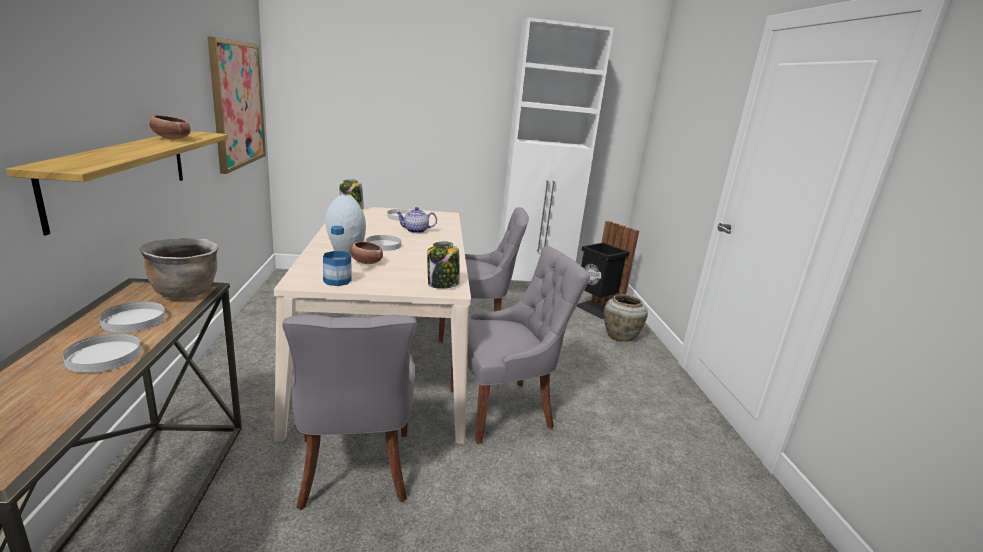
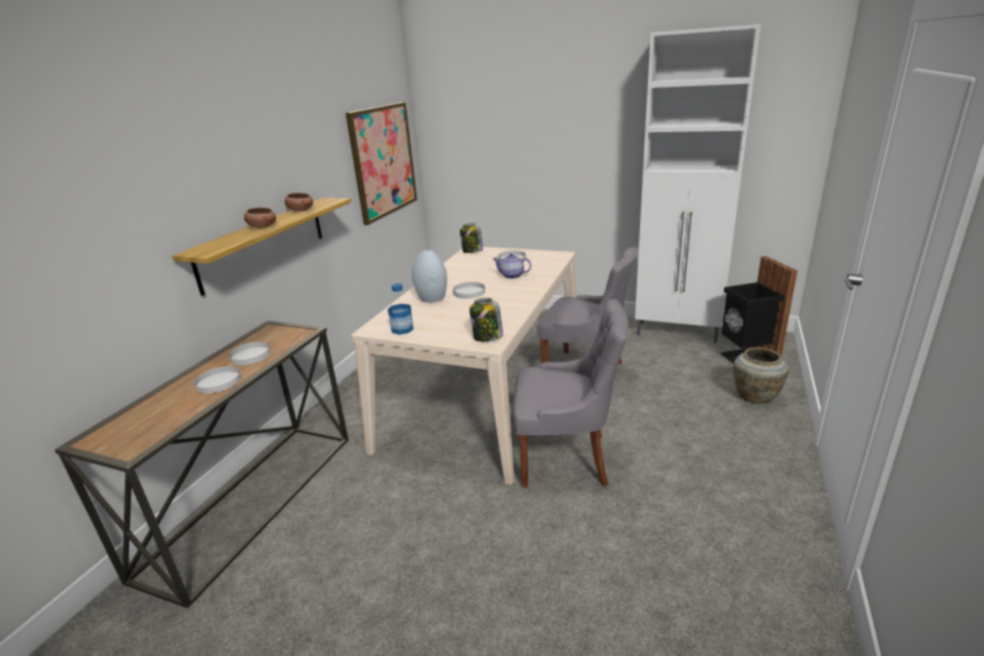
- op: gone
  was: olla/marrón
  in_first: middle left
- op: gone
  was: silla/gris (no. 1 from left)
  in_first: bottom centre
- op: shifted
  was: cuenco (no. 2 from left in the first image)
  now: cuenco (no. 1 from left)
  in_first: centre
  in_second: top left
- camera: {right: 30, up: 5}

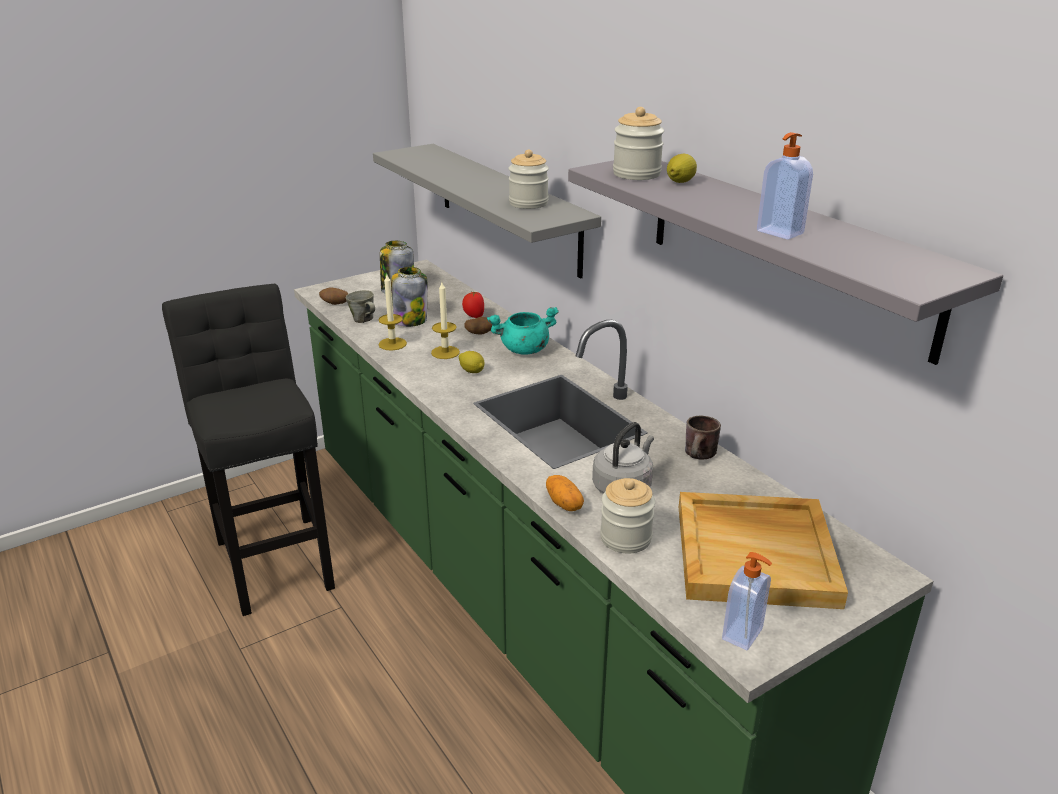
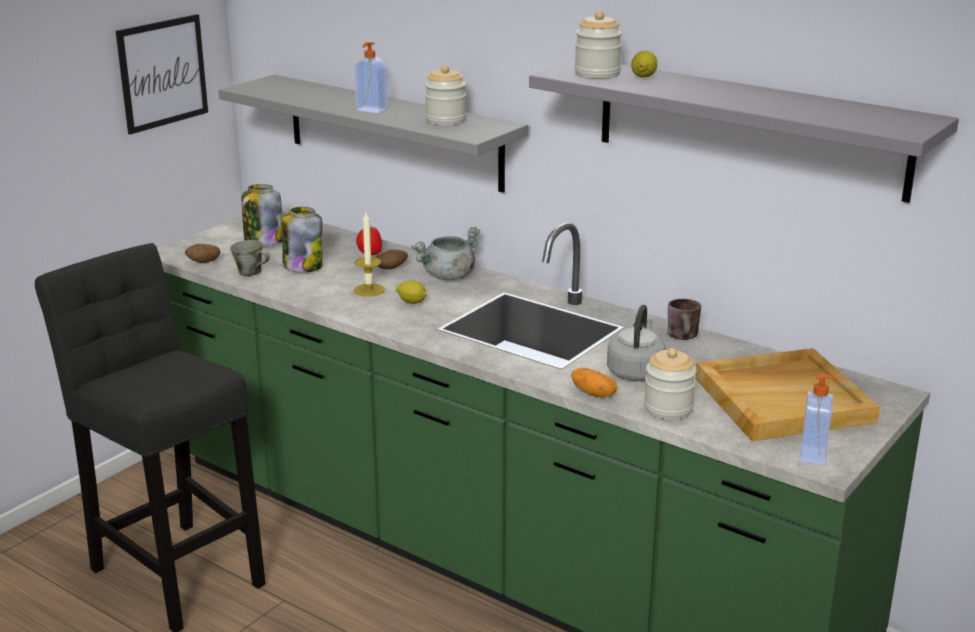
- op: gone
  was: vela (no. 1 from left)
  in_first: centre
- op: repainted
  was: olla/turquesa
  now: olla/gris
  in_first: centre
  in_second: centre
- op: shifted
  was: dispensador de jabón (no. 2 from left in the first image)
  now: dispensador de jabón (no. 1 from left)
  in_first: top right
  in_second: top centre
- op: new
  now: cuadro
  in_second: top left
- camera: {right: -20, up: -5}

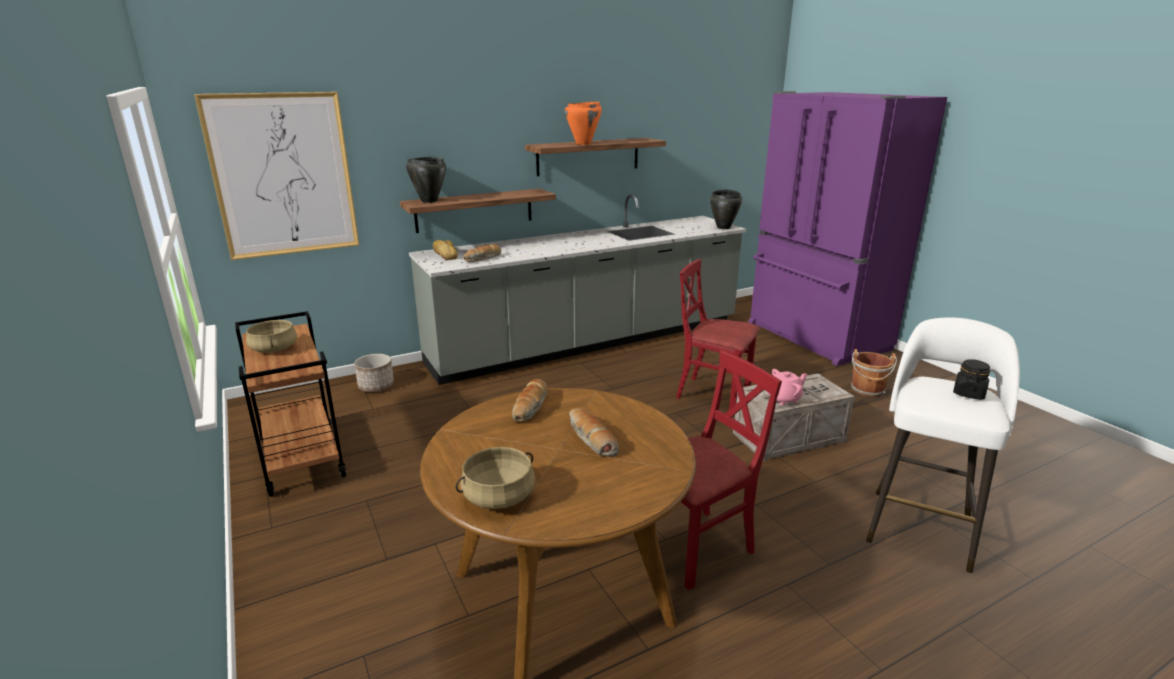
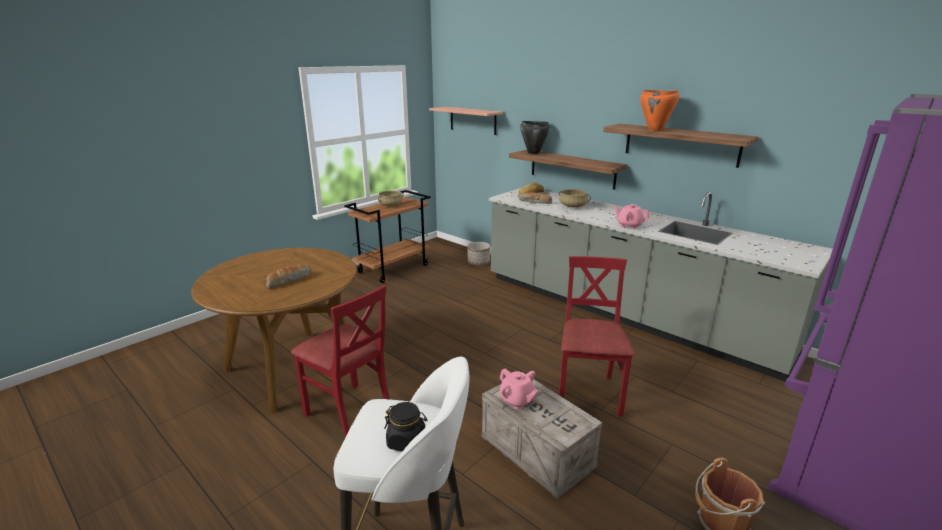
- op: swapped
  was: cuadro
  now: estante (no. 1 from left)
  in_first: top left
  in_second: top centre
- op: shifted
  was: olla/beis (no. 2 from left)
  in_first: bottom centre
  in_second: centre
- op: gone
  was: pan (no. 3 from left)
  in_first: centre
- op: gone
  was: olla/negro (no. 2 from left)
  in_first: top centre
- op: new
  now: tetera/rosa (no. 2 from left)
  in_second: middle right
- camera: {right: 70, up: 0}

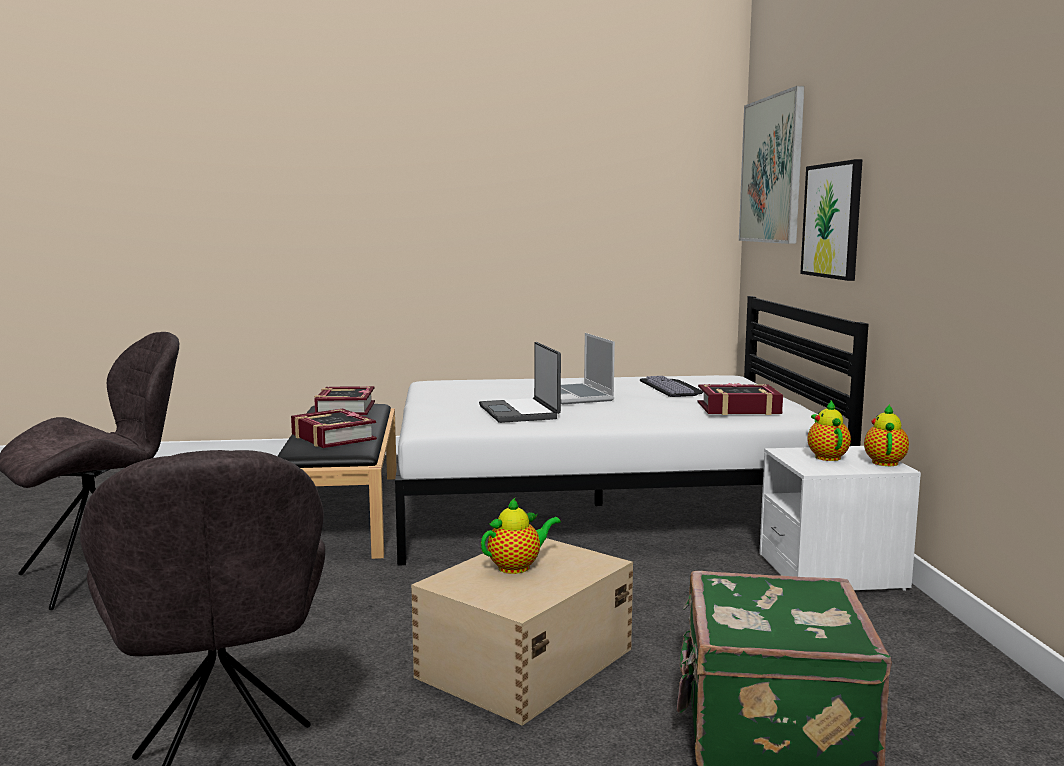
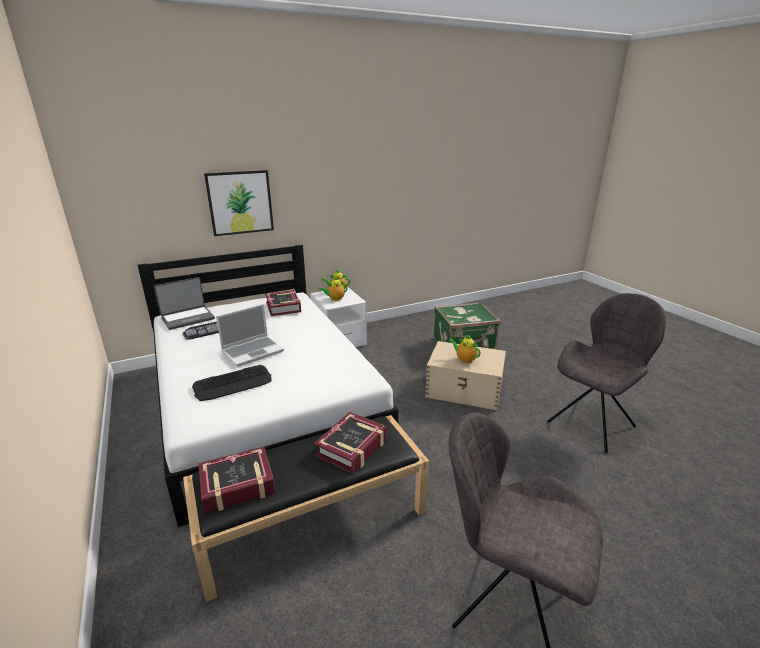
- op: shifted
  was: portátil (no. 1 from left)
  in_first: centre
  in_second: middle left
- op: gone
  was: cuadro (no. 1 from left)
  in_first: top right
- op: new
  now: teclado (no. 2 from left)
  in_second: middle left
- camera: {right: -110, up: 15}

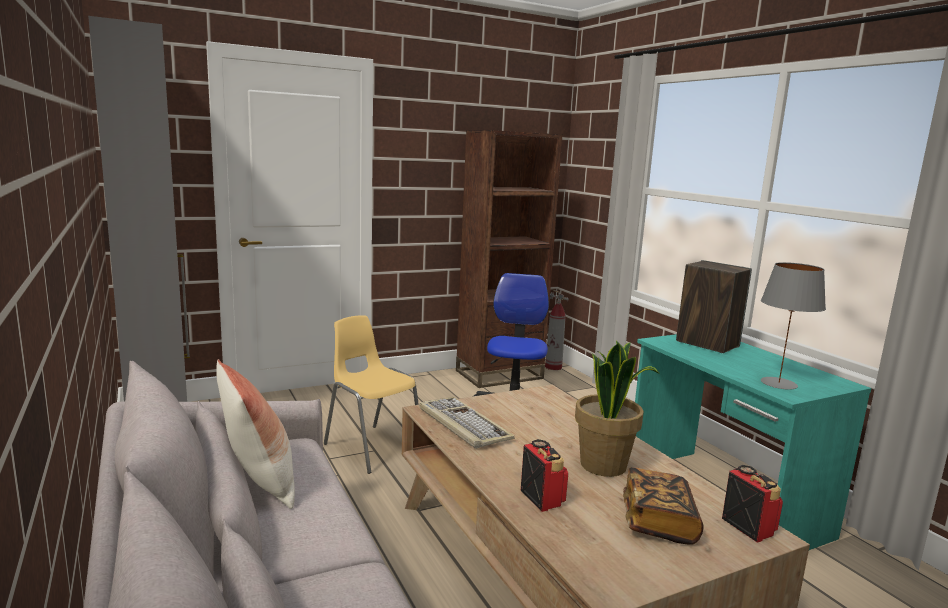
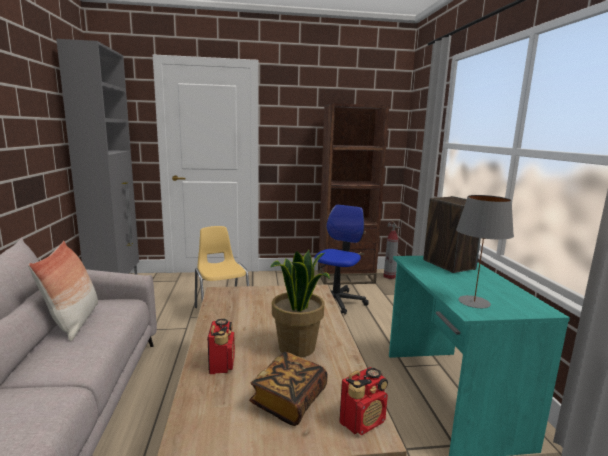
- op: gone
  was: teclado
  in_first: bottom centre
- op: rotated
  was: radio (no. 2 from left)
  in_first: bottom right
  in_second: bottom centre
  clockwise: 60
- camera: {right: 20, up: 0}

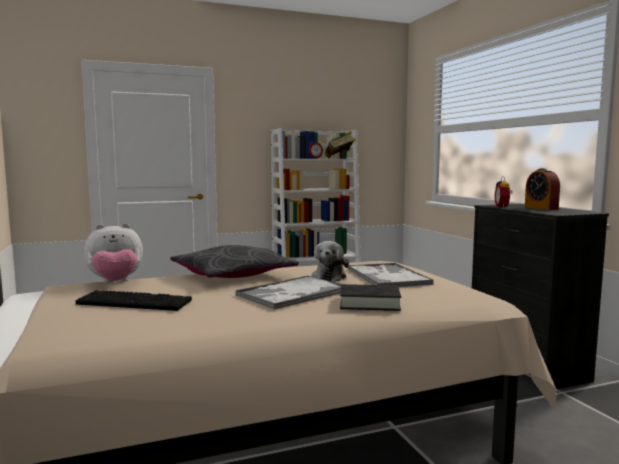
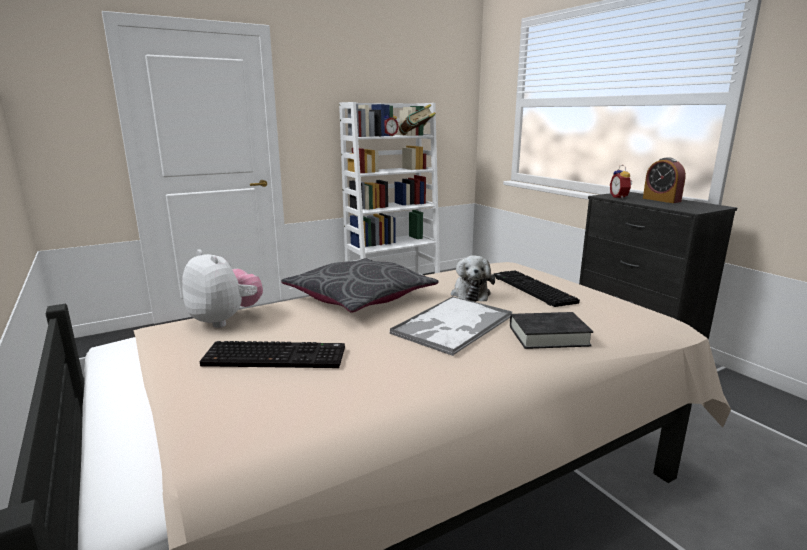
- op: rotated
  was: peluche (no. 1 from left)
  in_first: middle left
  in_second: middle left
  clockwise: -105
- op: swapped
  was: bandeja (no. 2 from left)
  now: teclado (no. 2 from left)
  in_first: centre
  in_second: centre
- camera: {right: -10, up: 10}

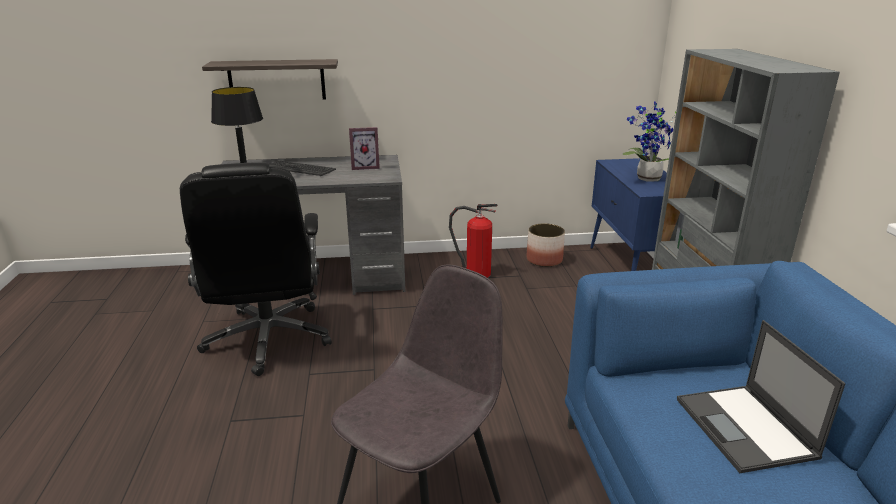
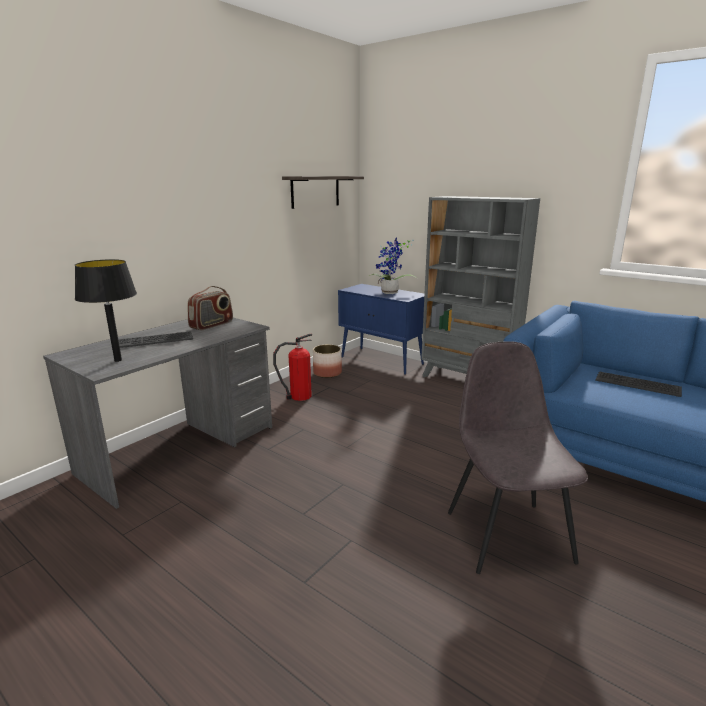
- op: gone
  was: silla de oficina/negro
  in_first: middle left
- op: shifted
  was: estante
  in_first: top left
  in_second: top centre
- op: swapped
  was: portarretratos
  now: radio
  in_first: top centre
  in_second: middle left
- op: swapped
  was: portátil
  now: teclado (no. 2 from left)
  in_first: bottom right
  in_second: middle right
- camera: {right: -45, up: -5}

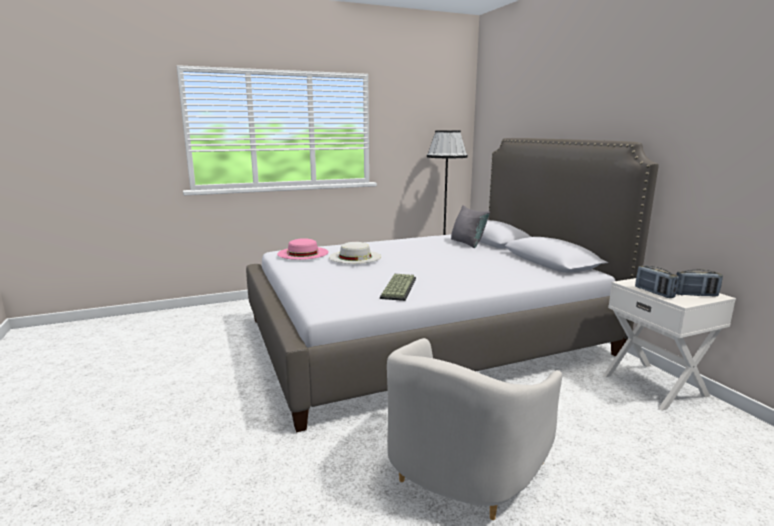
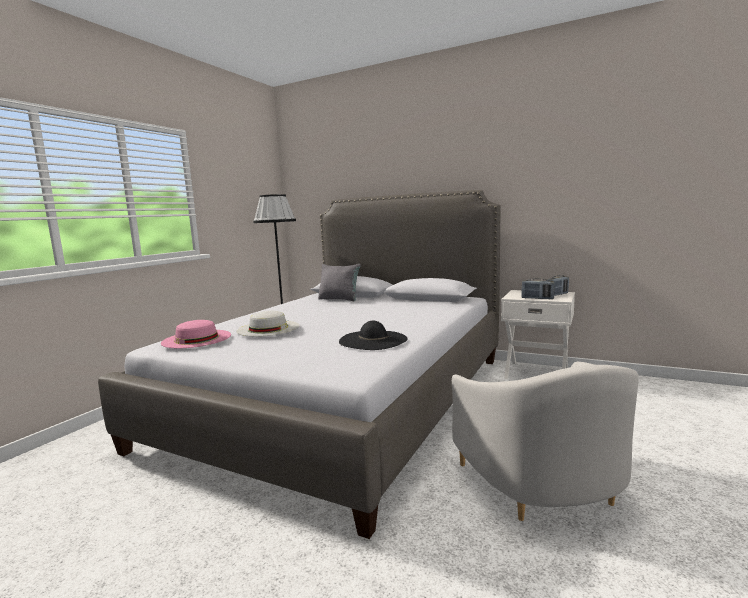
- op: swapped
  was: teclado
  now: sombrero/negro
  in_first: centre
  in_second: centre
- camera: {right: -40, up: -5}

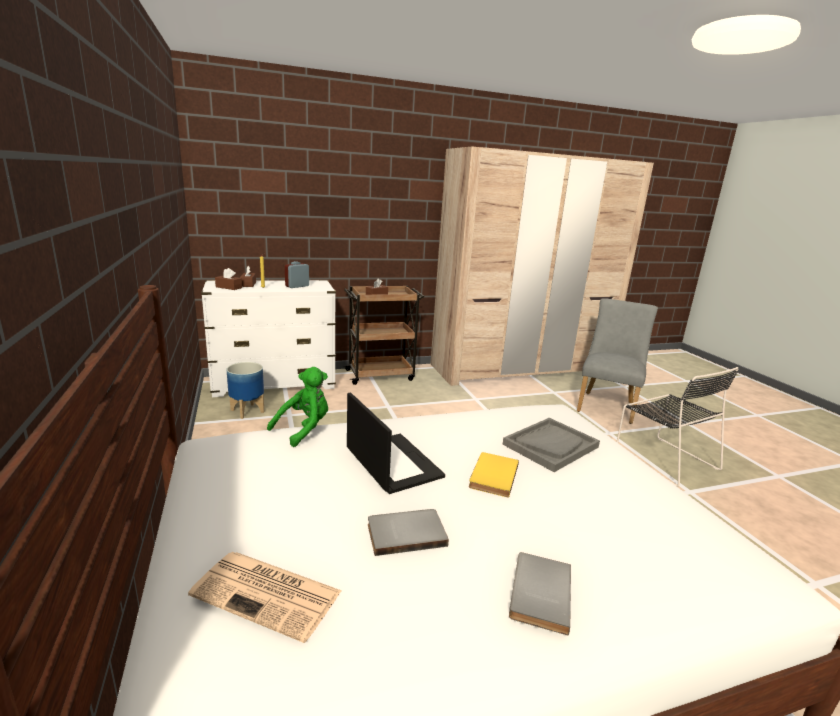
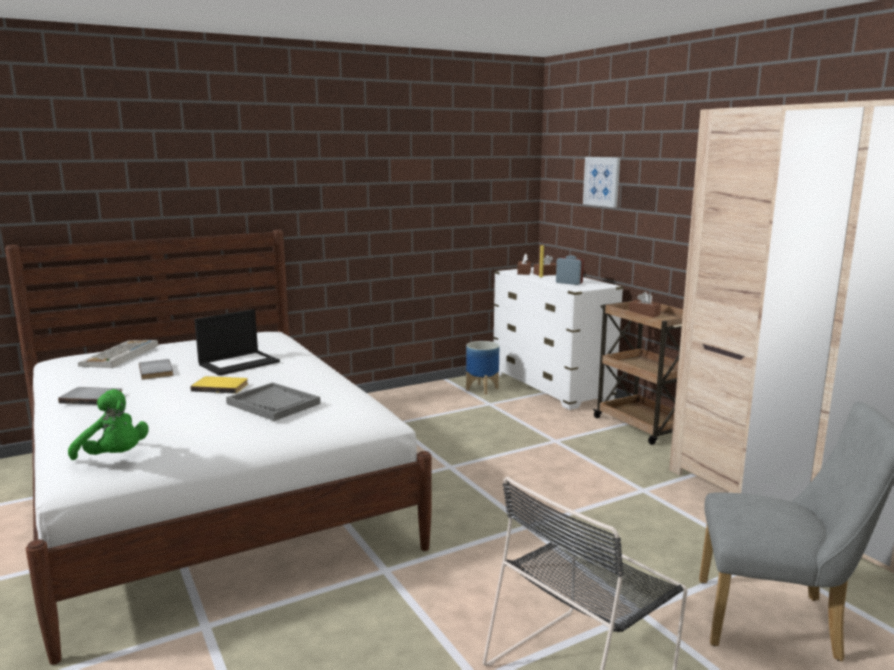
- op: swapped
  was: periódico
  now: teclado
  in_first: bottom left
  in_second: middle left
- op: shifted
  was: peluche/verde
  in_first: centre
  in_second: middle left
- op: new
  now: cuadro
  in_second: top right
- camera: {right: 80, up: -5}

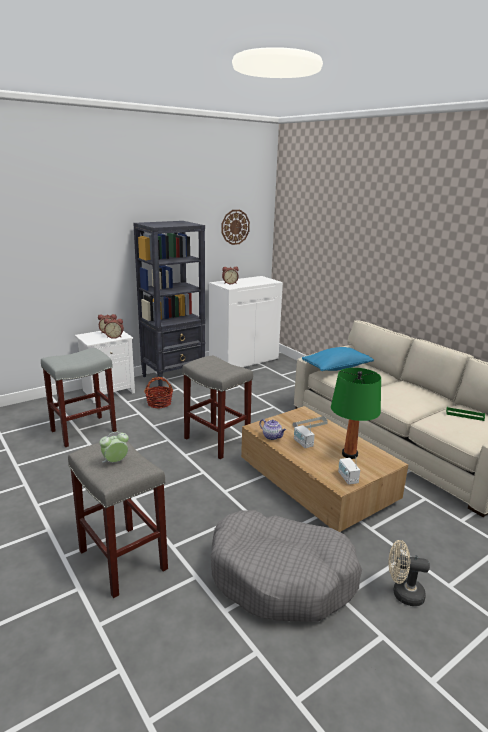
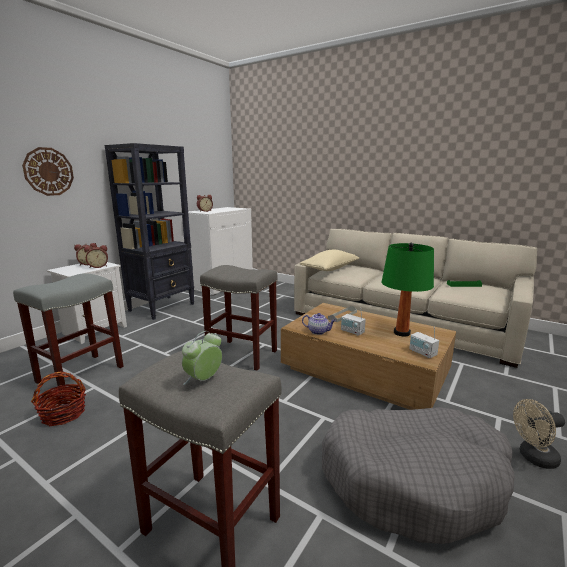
- op: shifted
  was: cesta
  in_first: middle left
  in_second: bottom left
- op: shifted
  was: reloj de pared
  in_first: top centre
  in_second: top left
- op: repainted
  was: cojín/azul
  now: cojín/beis
  in_first: middle right
  in_second: centre
- camera: {right: -20, up: -5}

